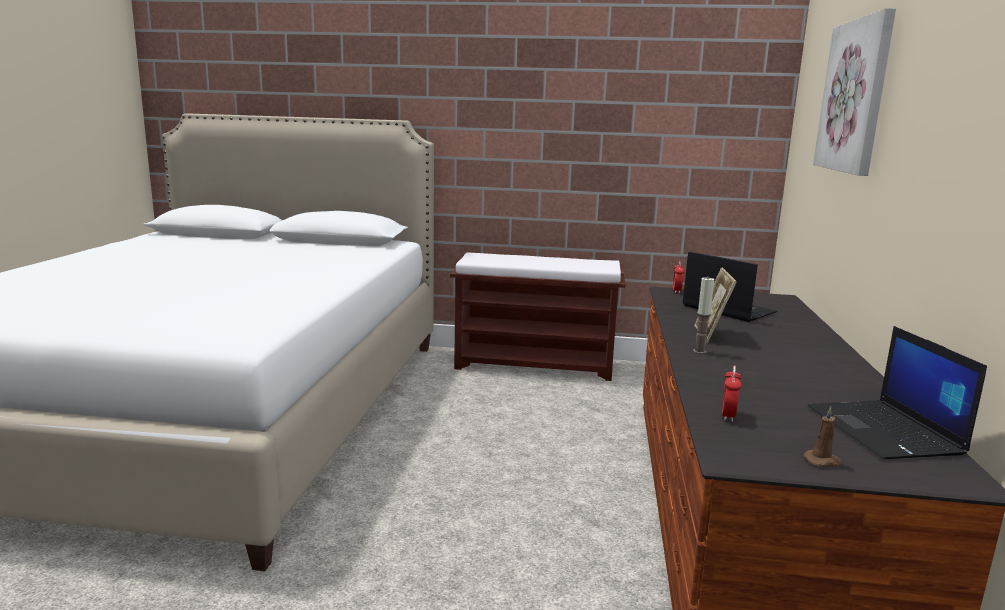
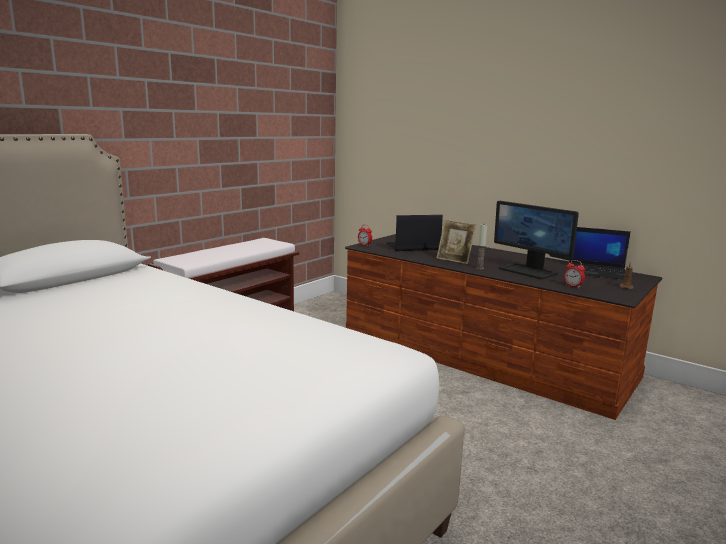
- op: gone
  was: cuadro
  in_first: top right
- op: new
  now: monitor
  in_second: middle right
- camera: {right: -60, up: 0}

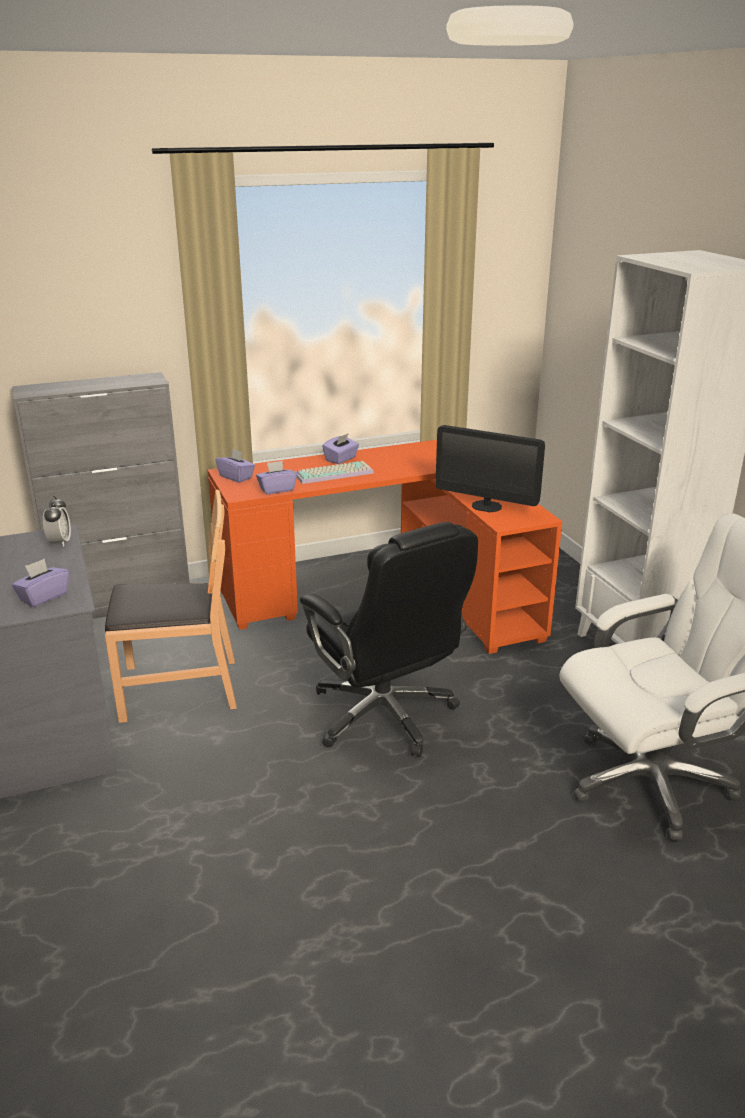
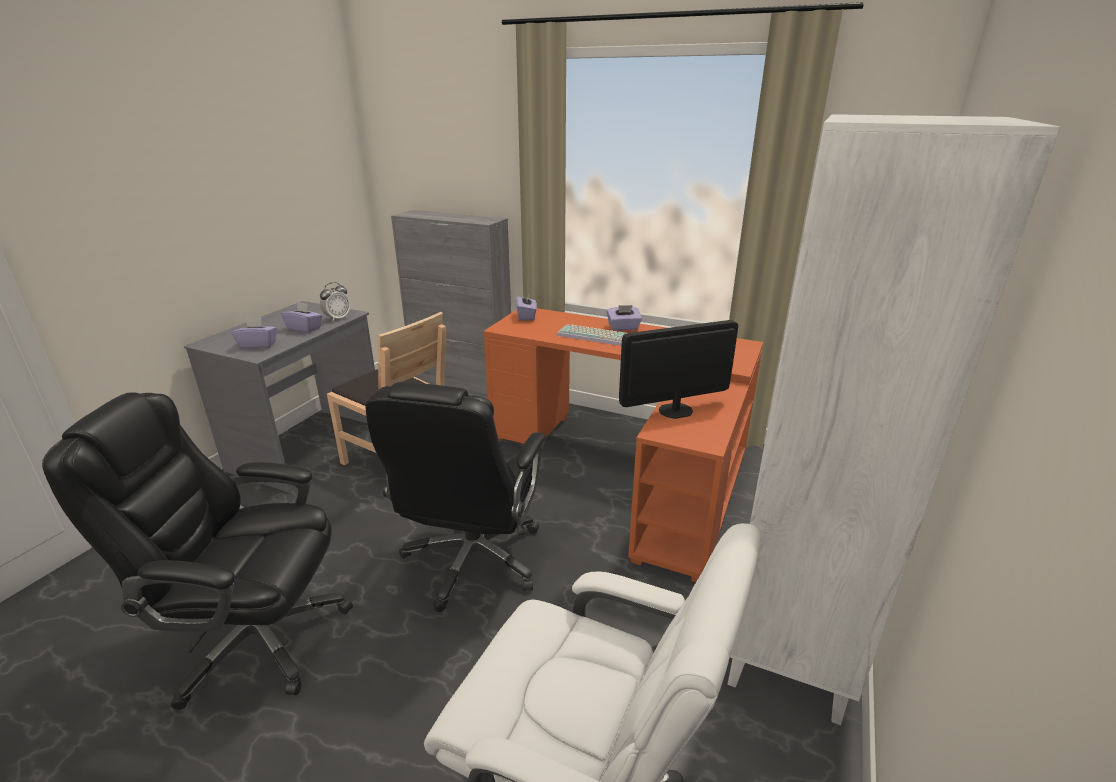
- op: shifted
  was: caja de pañuelos/morado (no. 3 from left in the first image)
  now: caja de pañuelos/morado (no. 2 from left)
  in_first: centre
  in_second: middle left
- op: rotated
  was: monitor
  in_first: centre
  in_second: centre
  clockwise: 90
- op: new
  now: silla de oficina/negro (no. 1 from left)
  in_second: bottom left
- camera: {right: 45, up: 0}

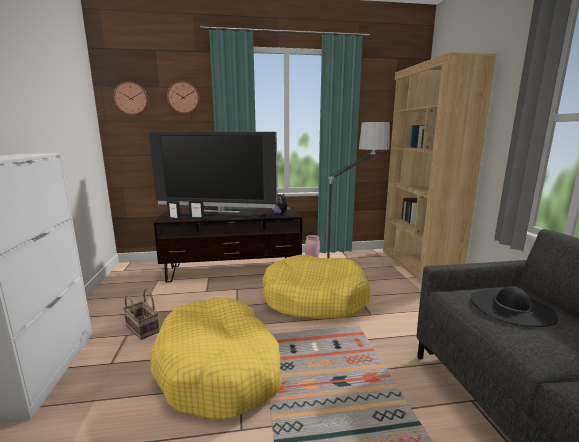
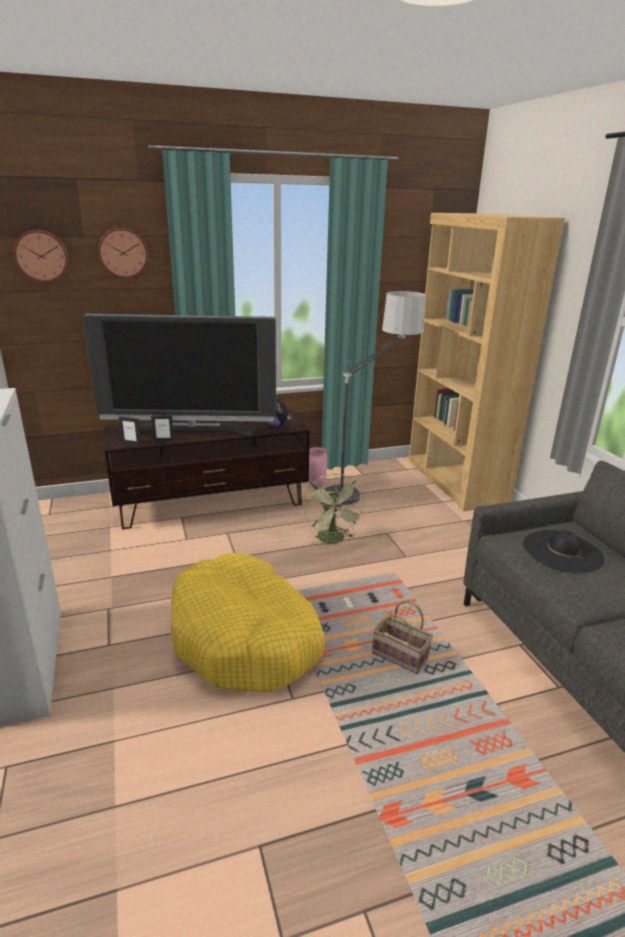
- op: shifted
  was: cesta
  in_first: bottom left
  in_second: bottom centre
- op: swapped
  was: cama para perro/amarillo (no. 2 from left)
  now: ventilador/verde
  in_first: centre
  in_second: centre
- camera: {right: -10, up: 10}

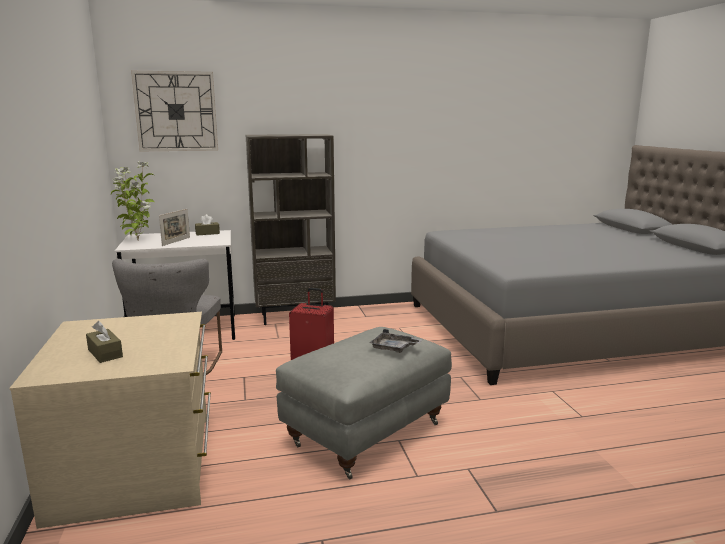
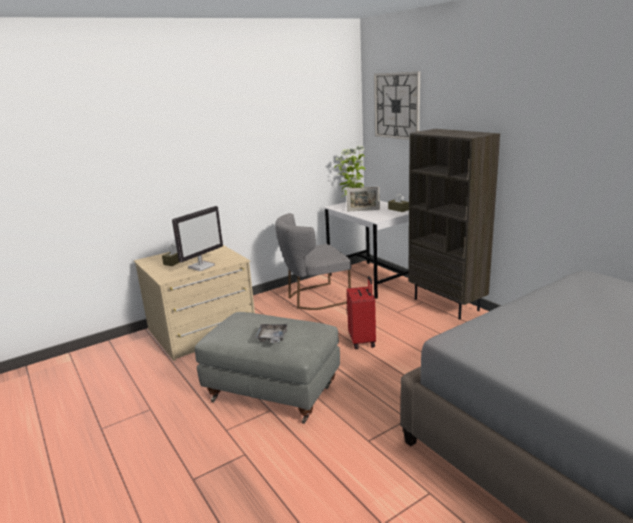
- op: new
  now: monitor
  in_second: middle left
- camera: {right: 70, up: 5}

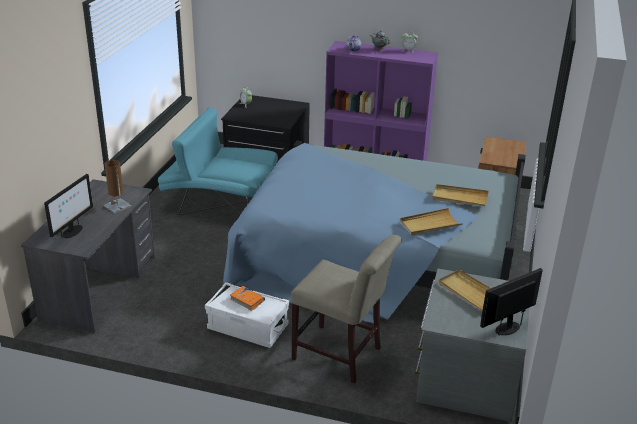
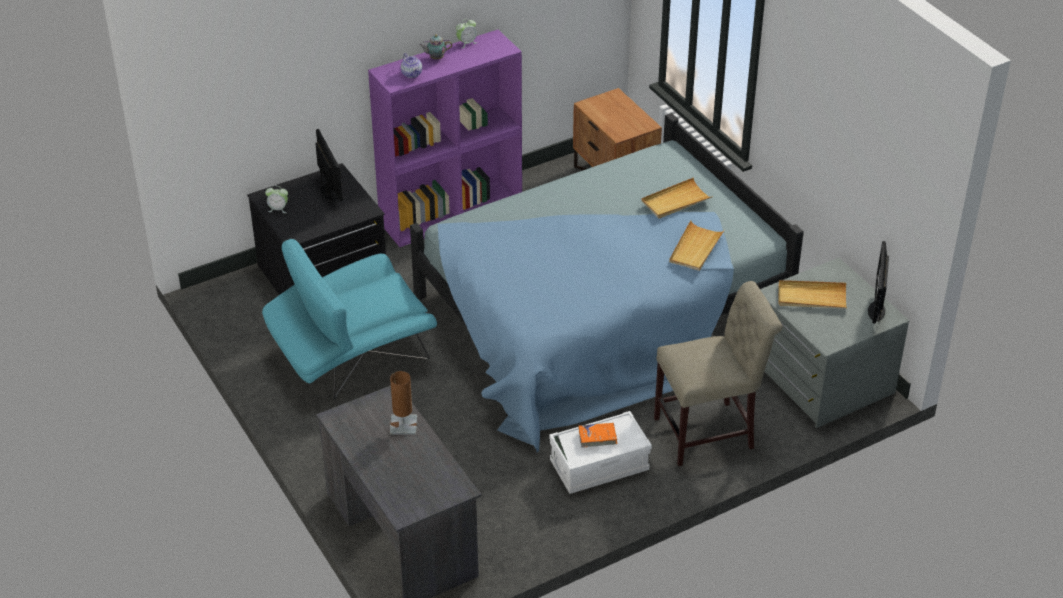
- op: shifted
  was: monitor (no. 1 from left)
  in_first: middle left
  in_second: top left
- camera: {right: -45, up: 10}

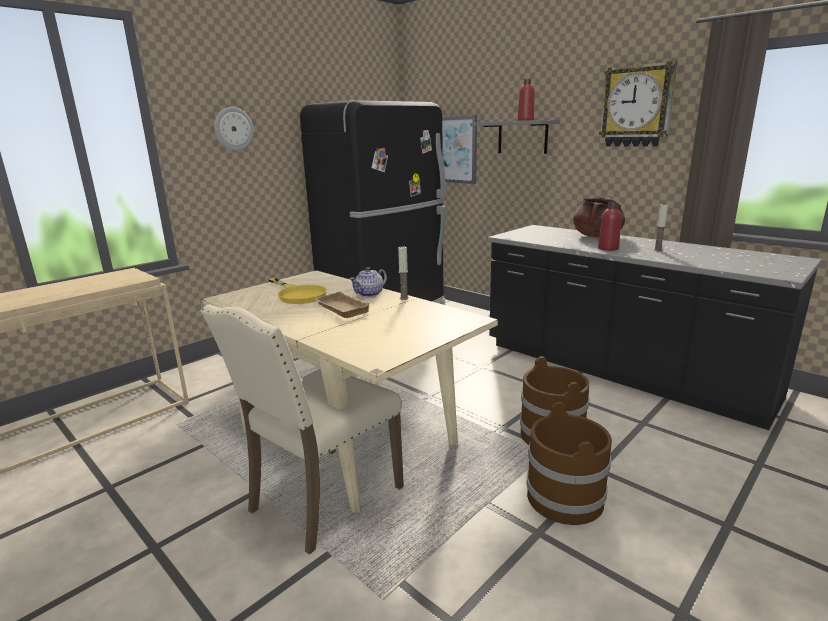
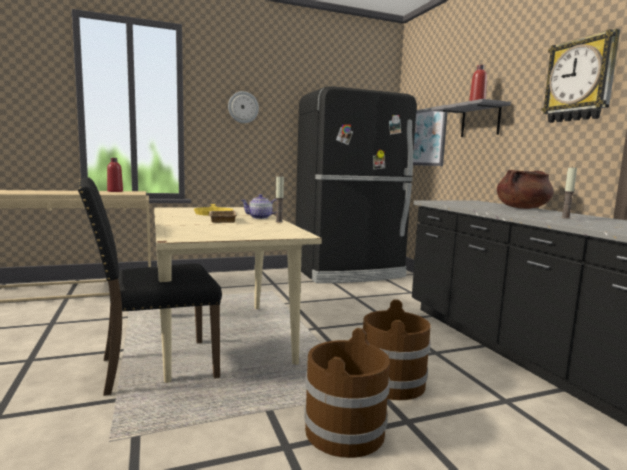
- op: repainted
  was: silla/beis
  now: silla/negro
  in_first: bottom centre
  in_second: middle left
- op: shifted
  was: botella/rojo (no. 2 from left in the first image)
  now: botella/rojo (no. 1 from left)
  in_first: middle right
  in_second: middle left
- camera: {right: 25, up: -10}

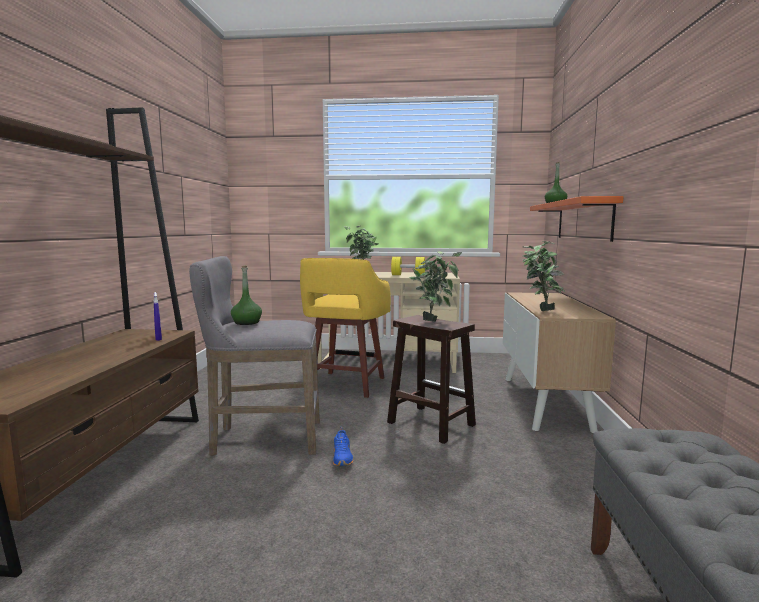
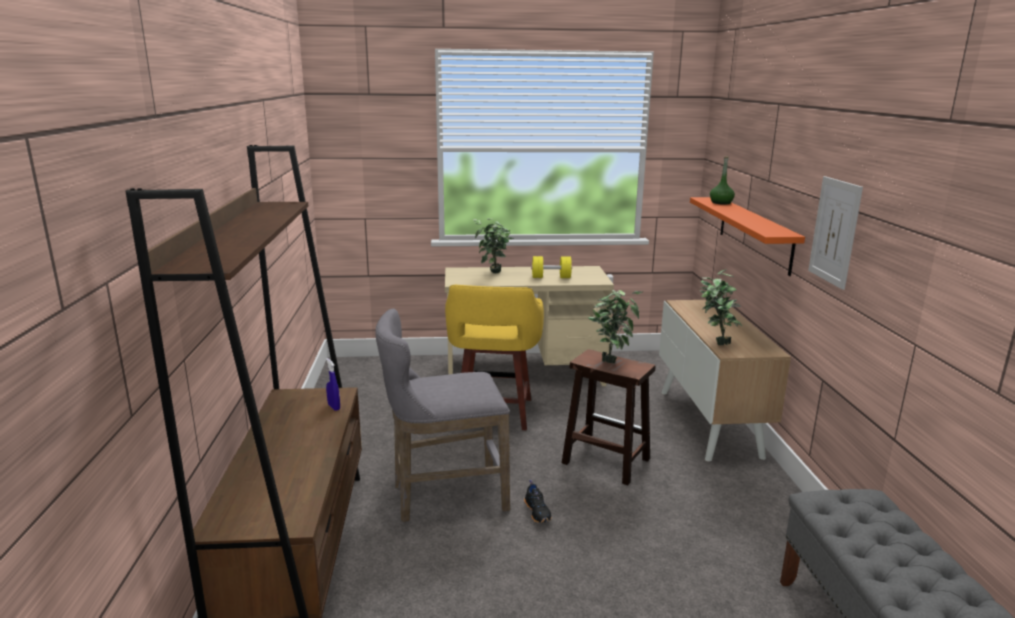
- op: gone
  was: botella/verde (no. 1 from left)
  in_first: middle left
- op: repainted
  was: zapato/azul
  now: zapato/negro
  in_first: bottom centre
  in_second: bottom centre
- op: new
  now: cuadro
  in_second: middle right
- camera: {right: -10, up: 10}

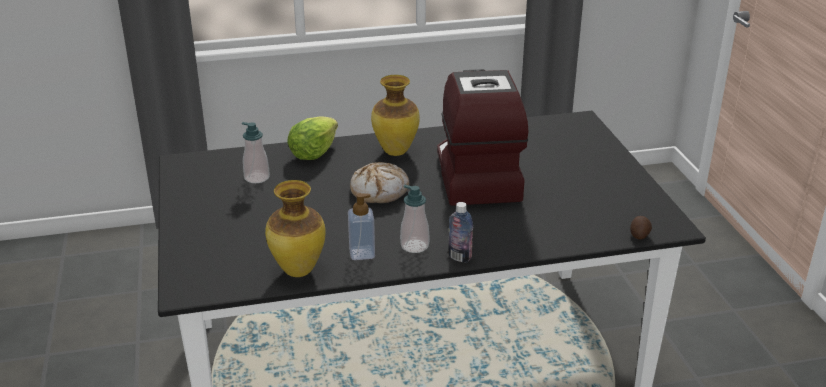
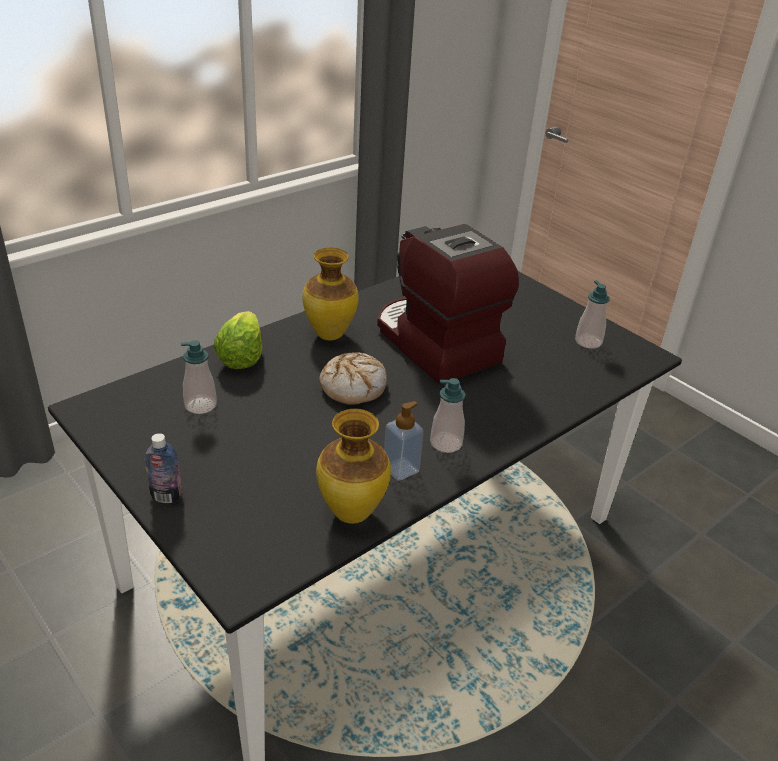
- op: shifted
  was: botella
  in_first: centre
  in_second: middle left
- op: gone
  was: patata
  in_first: middle right
- op: new
  now: dispensador de jabón (no. 4 from left)
  in_second: middle right
- camera: {right: -30, up: 5}

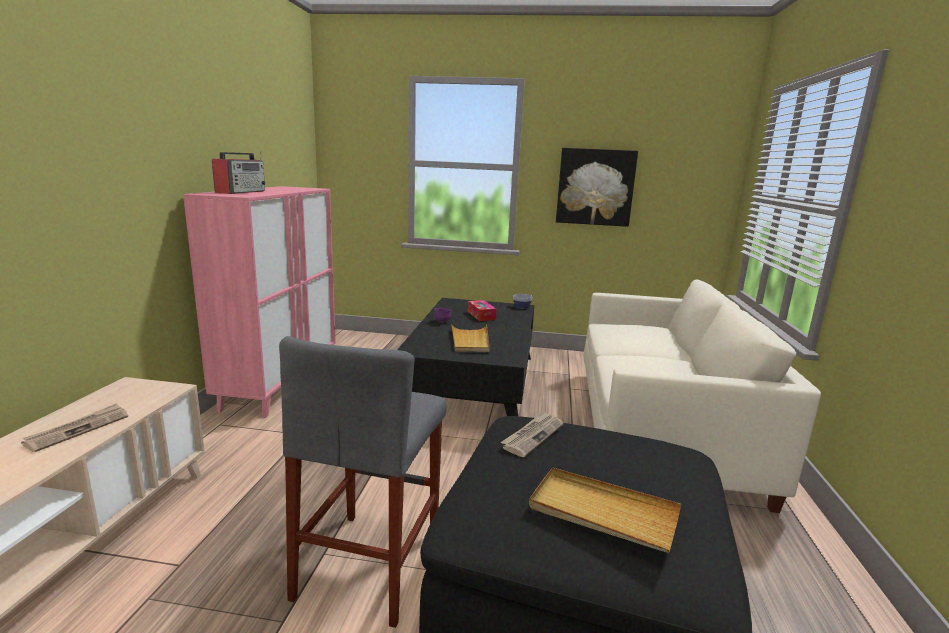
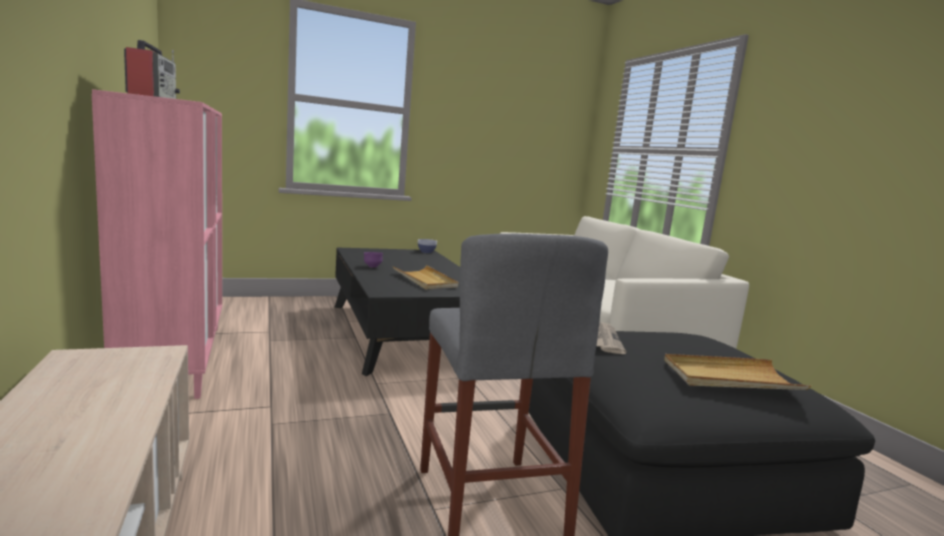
- op: gone
  was: periódico (no. 1 from left)
  in_first: bottom left
- op: gone
  was: caja de pañuelos
  in_first: centre
- op: gone
  was: cuadro
  in_first: top centre
- camera: {right: -30, up: -5}

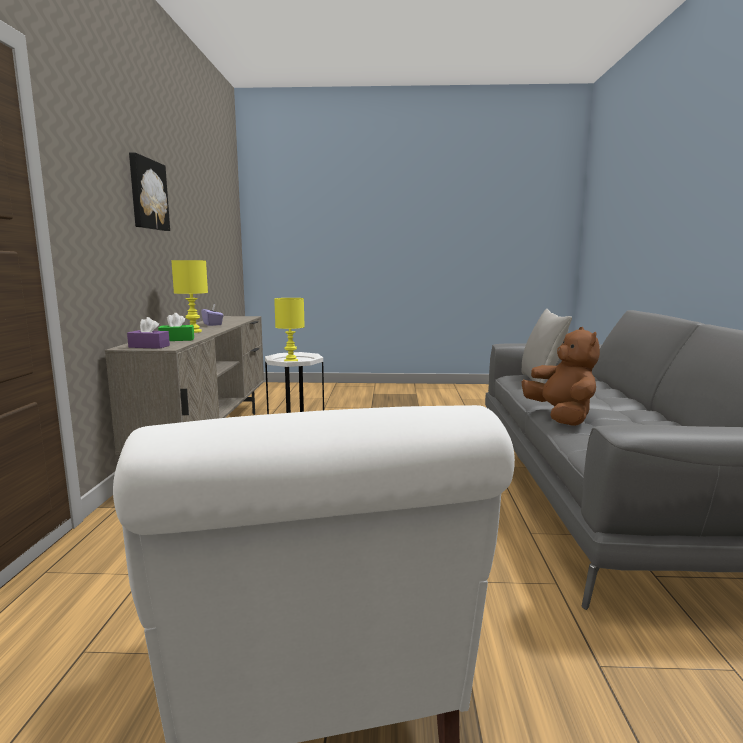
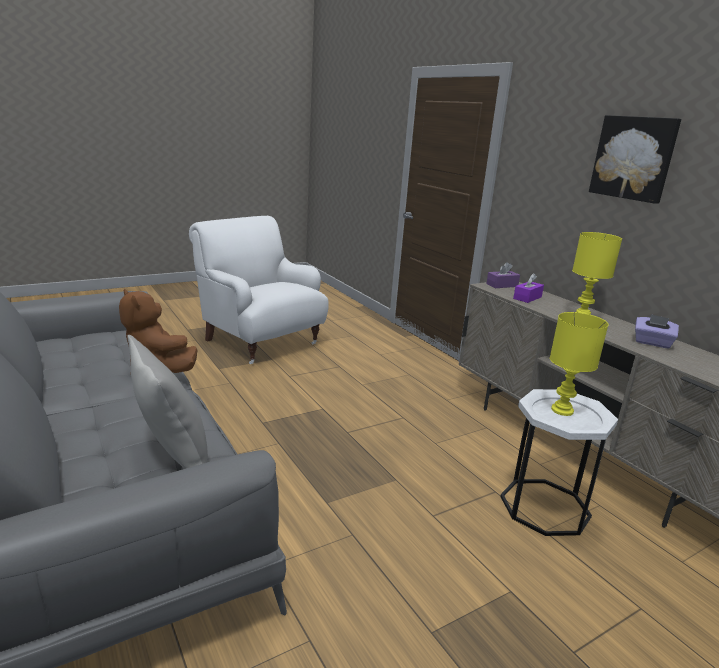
- op: repainted
  was: caja de pañuelos/verde
  now: caja de pañuelos/morado (no. 2 from left)
  in_first: middle left
  in_second: middle right
- camera: {right: 145, up: 10}

